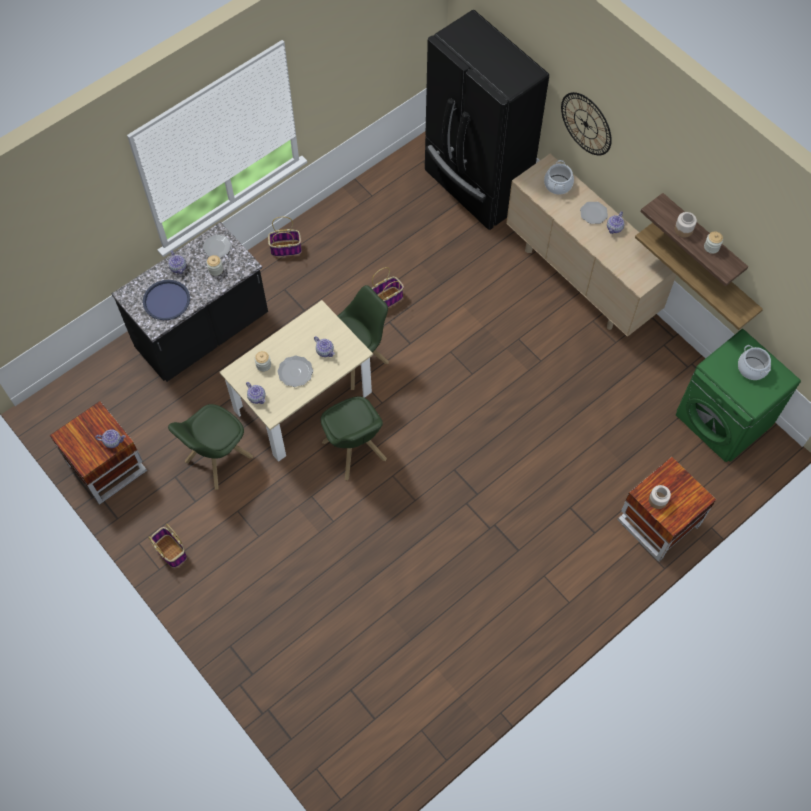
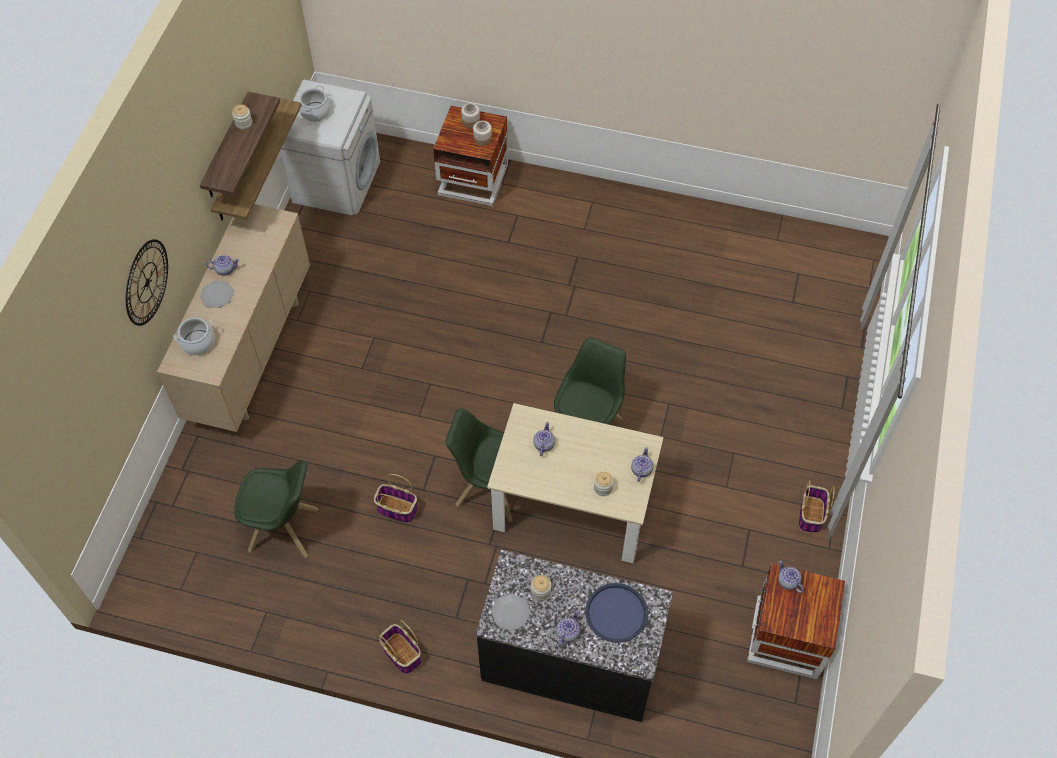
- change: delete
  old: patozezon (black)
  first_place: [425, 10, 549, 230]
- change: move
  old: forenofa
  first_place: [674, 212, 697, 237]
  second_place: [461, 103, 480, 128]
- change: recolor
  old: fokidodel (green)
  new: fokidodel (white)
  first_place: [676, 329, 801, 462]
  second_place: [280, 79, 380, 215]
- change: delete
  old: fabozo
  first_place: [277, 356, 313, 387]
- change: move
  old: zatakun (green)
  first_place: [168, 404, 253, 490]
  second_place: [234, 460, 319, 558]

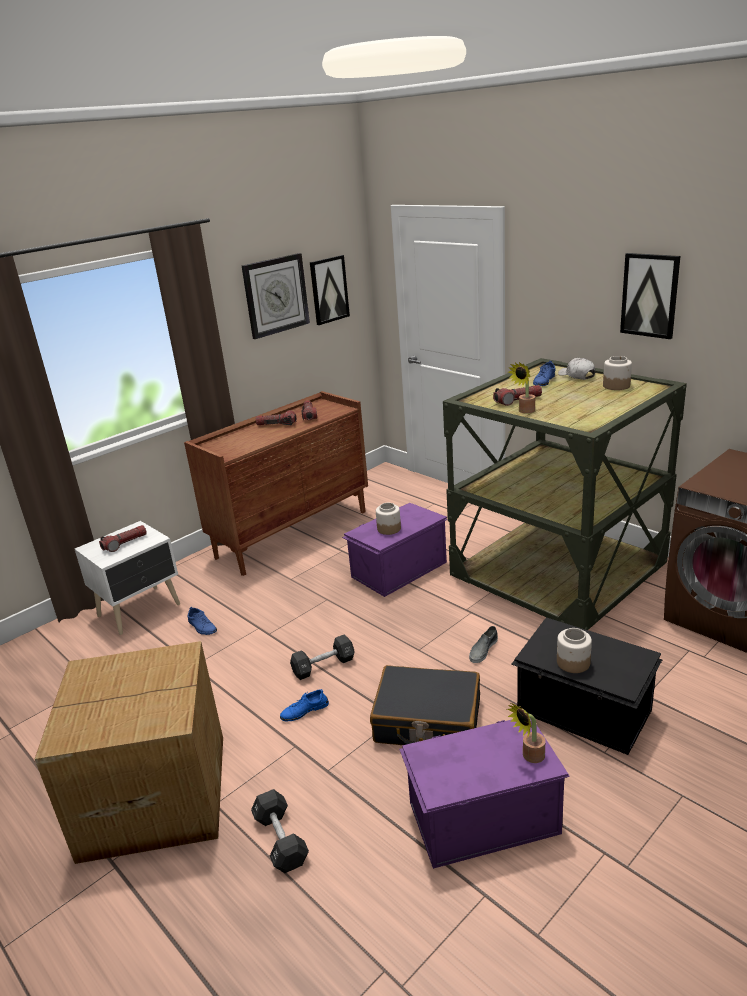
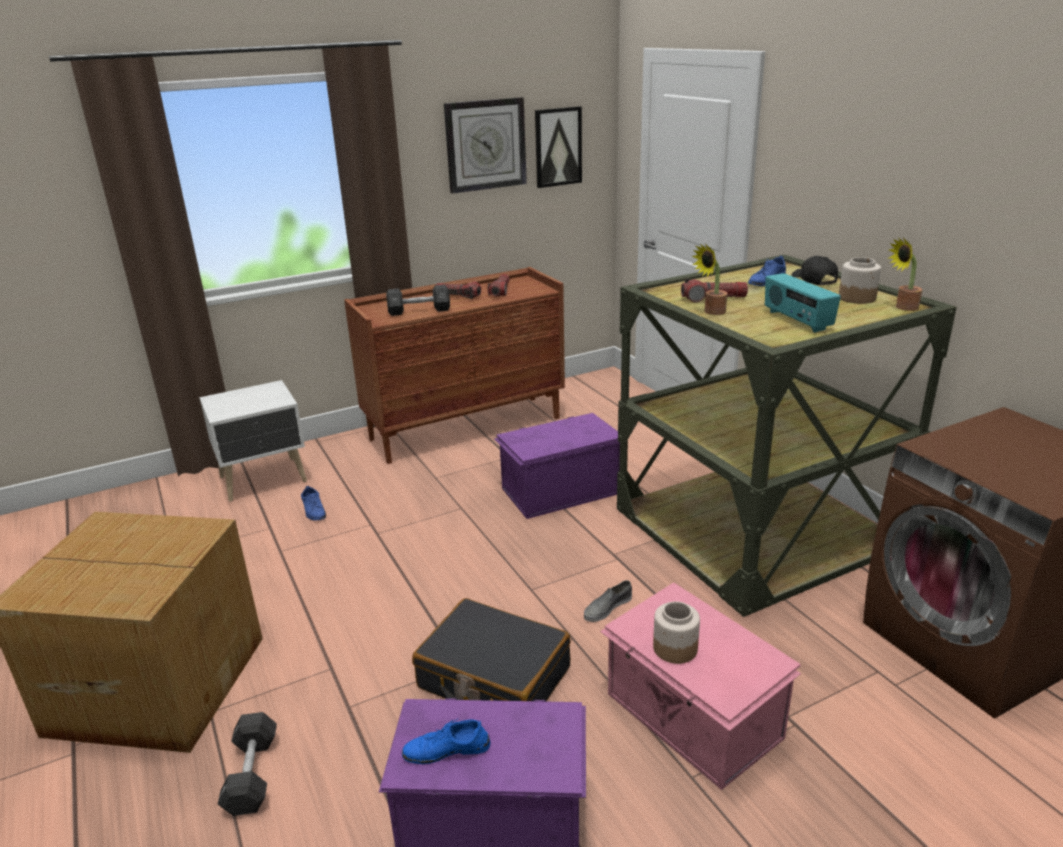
- change: delete
  old: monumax
  first_place: [620, 253, 680, 339]
- change: recolor
  old: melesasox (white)
  new: melesasox (black)
  first_place: [558, 358, 595, 380]
  second_place: [791, 256, 838, 285]
- change: delete
  old: forenofa
  first_place: [376, 503, 401, 535]
- change: delete
  old: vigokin
  first_place: [99, 525, 147, 552]
- change: recolor
  old: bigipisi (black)
  new: bigipisi (pink)
  first_place: [511, 617, 662, 755]
  second_place: [600, 583, 801, 790]
- change: move
  old: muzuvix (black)
  first_place: [290, 635, 355, 680]
  second_place: [386, 285, 450, 316]
- change: move
  old: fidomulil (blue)
  first_place: [280, 689, 329, 721]
  second_place: [402, 719, 490, 764]
- change: move
  old: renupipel
  first_place: [507, 703, 545, 763]
  second_place: [889, 238, 922, 311]
- change: insert
  new: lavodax
  second_place: [765, 273, 841, 333]

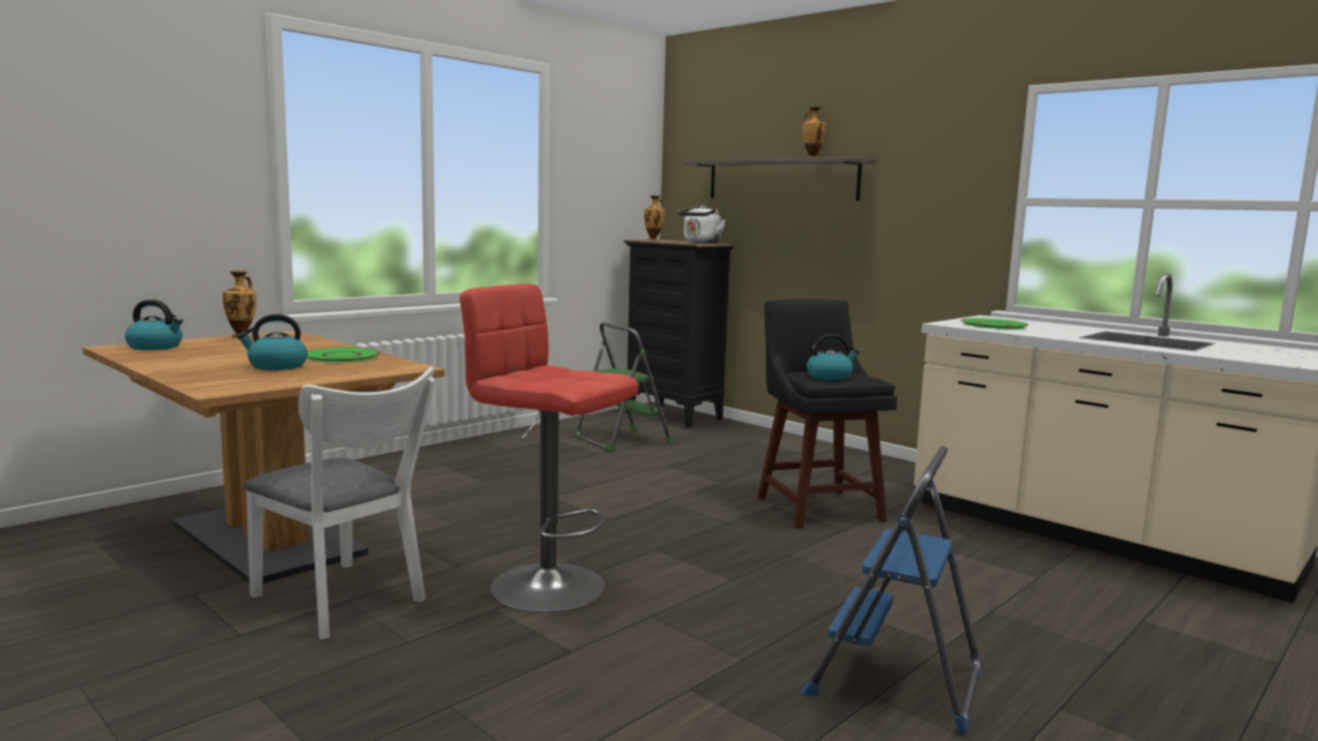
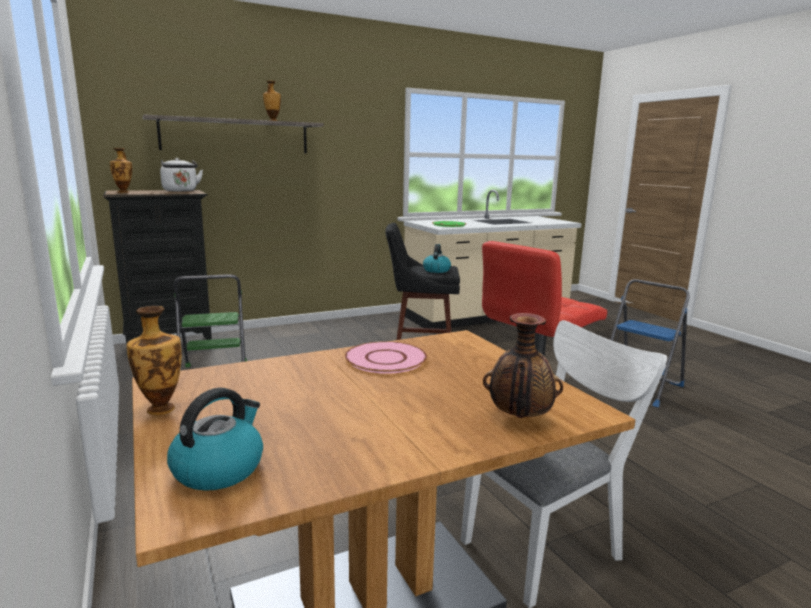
- change: delete
  old: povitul
  first_place: [237, 314, 308, 370]
- change: recolor
  old: fabozo (green)
  new: fabozo (pink)
  first_place: [306, 347, 380, 362]
  second_place: [345, 341, 427, 374]
- change: insert
  new: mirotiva
  second_place: [483, 313, 563, 418]

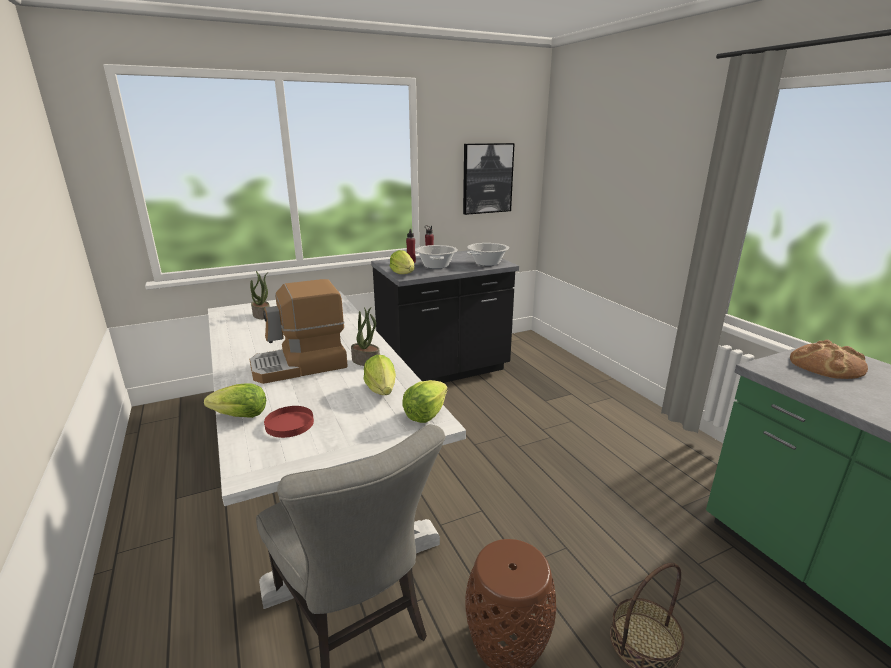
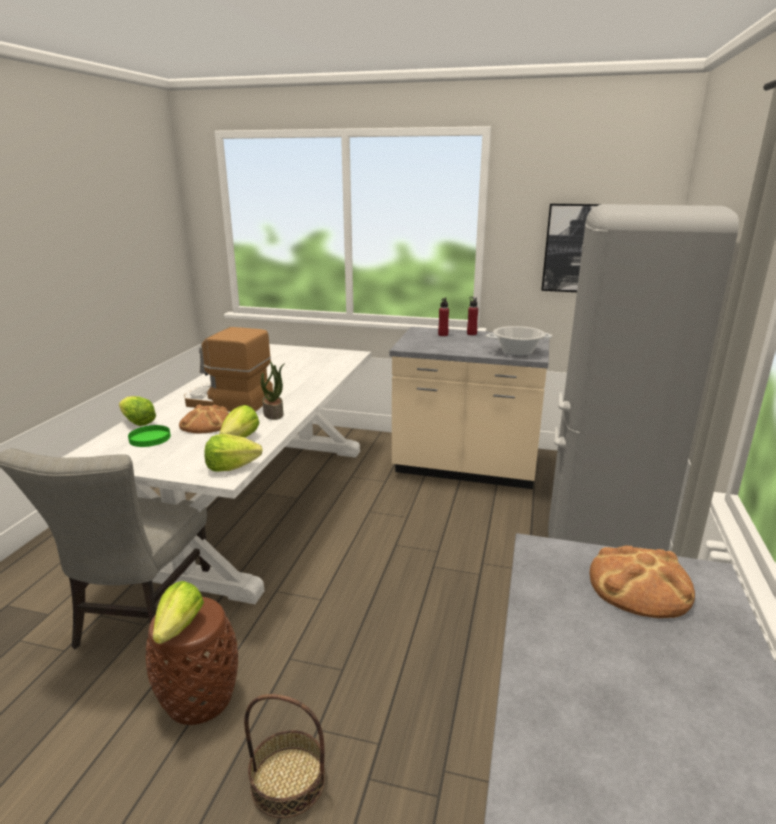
- change: delete
  old: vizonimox
  first_place: [415, 245, 458, 269]
- change: recolor
  old: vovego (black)
  new: vovego (beige)
  first_place: [371, 250, 519, 383]
  second_place: [389, 327, 549, 489]
- change: move
  old: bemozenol
  first_place: [390, 250, 414, 274]
  second_place: [153, 581, 204, 644]
- change: delete
  old: renupipel
  first_place: [250, 271, 270, 319]
- change: recolor
  old: fabozo (red)
  new: fabozo (green)
  first_place: [264, 406, 314, 438]
  second_place: [128, 425, 171, 447]
- change: insert
  new: patozezon (grey)
  second_place: [548, 204, 739, 551]
- change: insert
  new: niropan
  second_place: [179, 405, 229, 434]

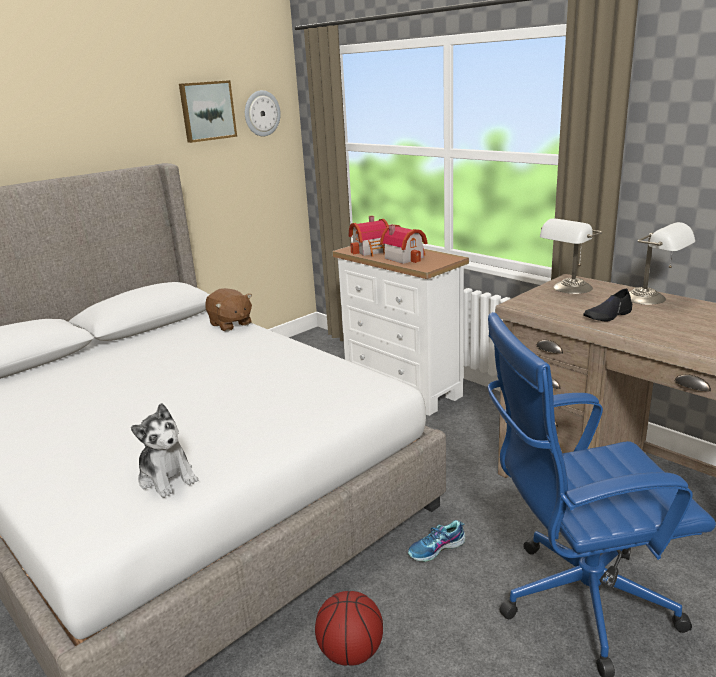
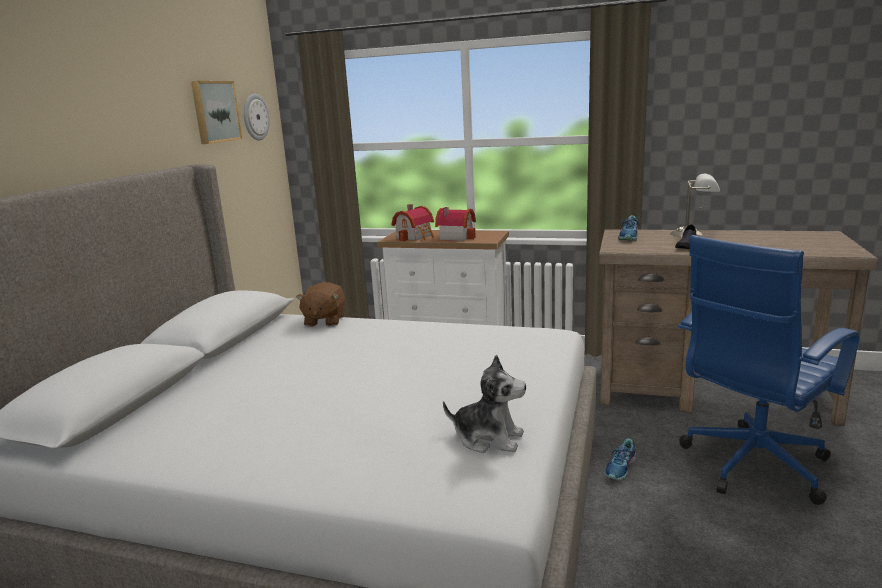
- change: replace
  old: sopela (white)
  new: fidomulil
  first_place: [540, 218, 602, 294]
  second_place: [618, 215, 640, 241]
- change: rotate
  old: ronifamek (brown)
  first_place: [205, 288, 252, 331]
  second_place: [296, 282, 345, 327]
  degrees: 75
- change: delete
  old: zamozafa
  first_place: [315, 591, 383, 666]

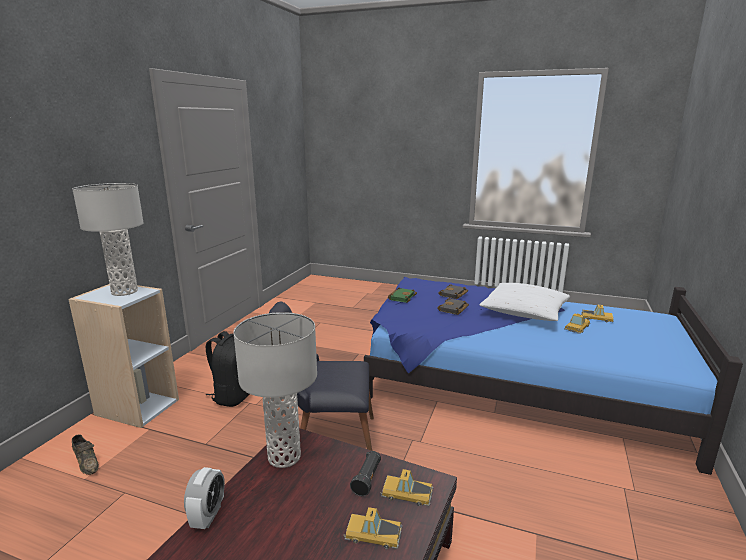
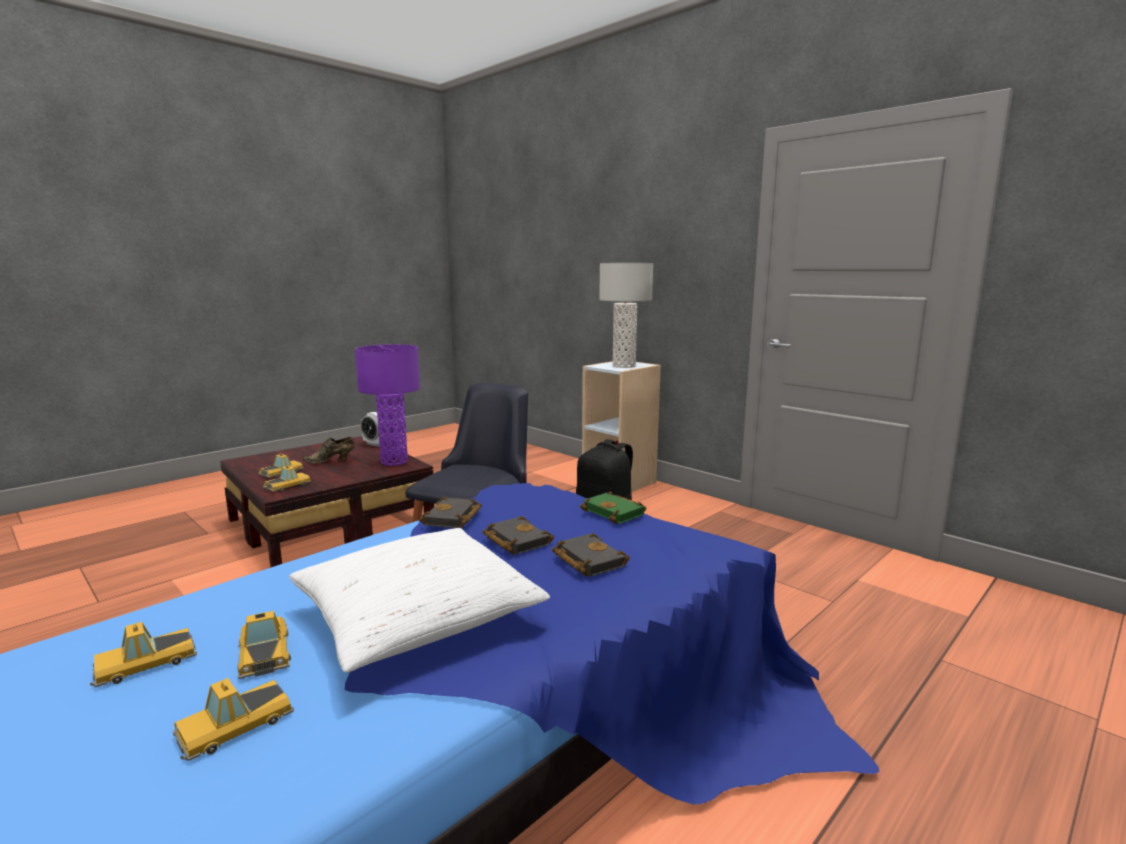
- change: recolor
  old: sopela (white)
  new: sopela (purple)
  first_place: [234, 312, 317, 468]
  second_place: [355, 344, 420, 466]
- change: move
  old: fidomulil (brown)
  first_place: [72, 434, 99, 475]
  second_place: [302, 437, 355, 464]
- change: delete
  old: vigokin (black)
  first_place: [350, 451, 381, 496]
- change: insert
  new: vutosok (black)
  second_place: [419, 496, 482, 528]
- change: insert
  new: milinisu
  second_place: [90, 622, 197, 687]

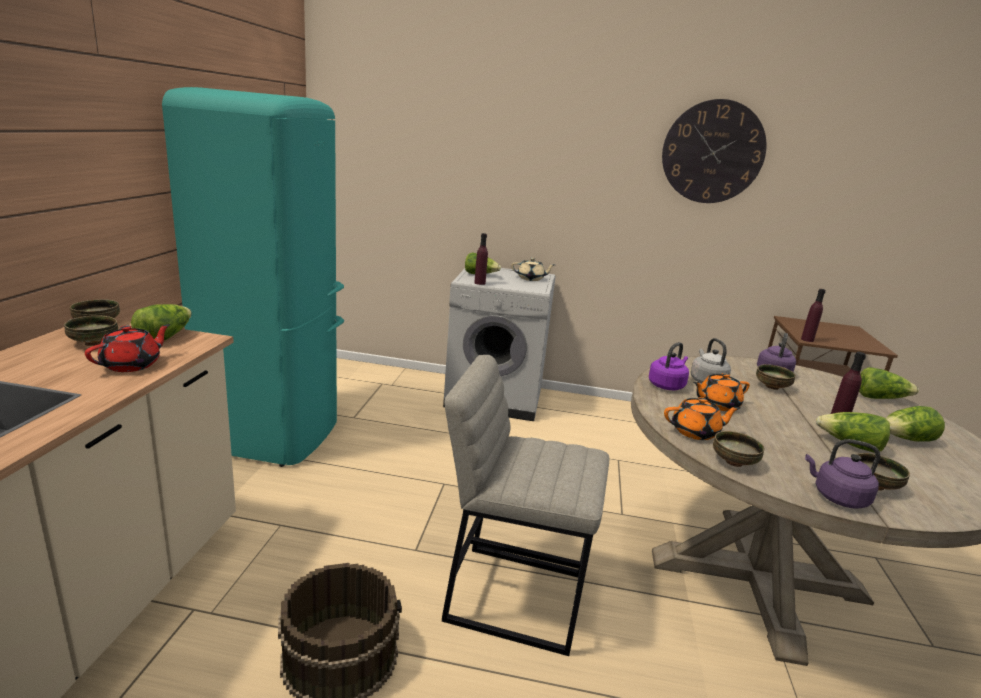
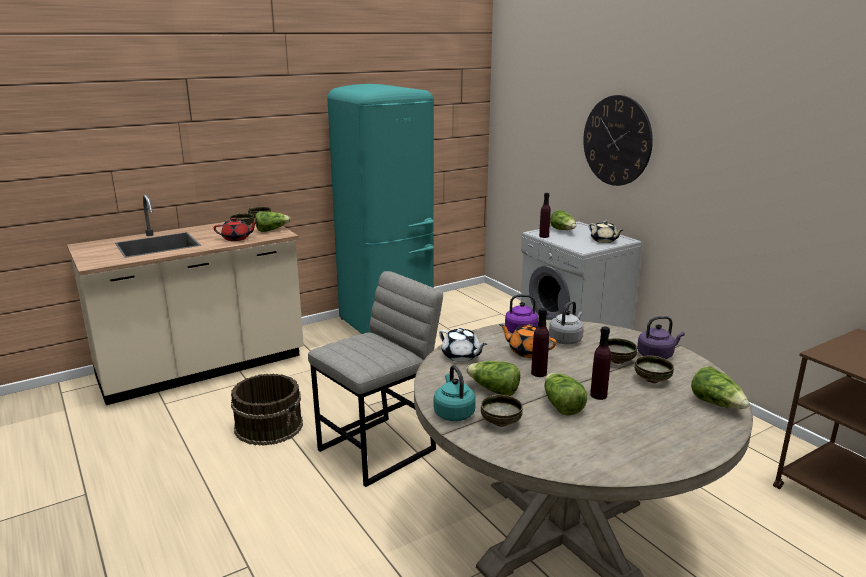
- change: move
  old: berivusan
  first_place: [662, 99, 767, 203]
  second_place: [583, 95, 653, 186]
- change: move
  old: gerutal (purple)
  first_place: [801, 289, 826, 342]
  second_place: [531, 308, 549, 377]
- change: rotate
  old: zatakun (grey)
  first_place: [442, 355, 609, 656]
  second_place: [308, 271, 443, 487]
  degrees: 75
- change: recolor
  old: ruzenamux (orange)
  new: ruzenamux (white)
  first_place: [664, 397, 740, 440]
  second_place: [439, 328, 487, 362]
- change: move
  old: bemozenol
  first_place: [886, 406, 945, 442]
  second_place: [466, 361, 520, 396]
- change: move
  old: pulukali
  first_place: [713, 431, 765, 467]
  second_place: [635, 355, 674, 383]
- change: recolor
  old: povitul (purple)
  new: povitul (turquoise)
  first_place: [805, 439, 880, 509]
  second_place: [434, 365, 476, 421]

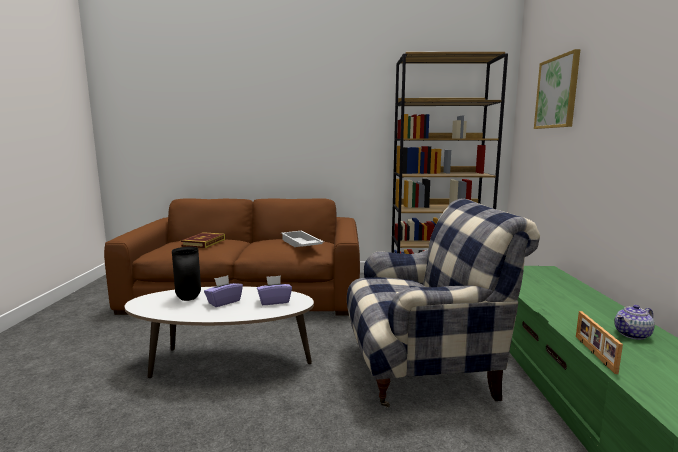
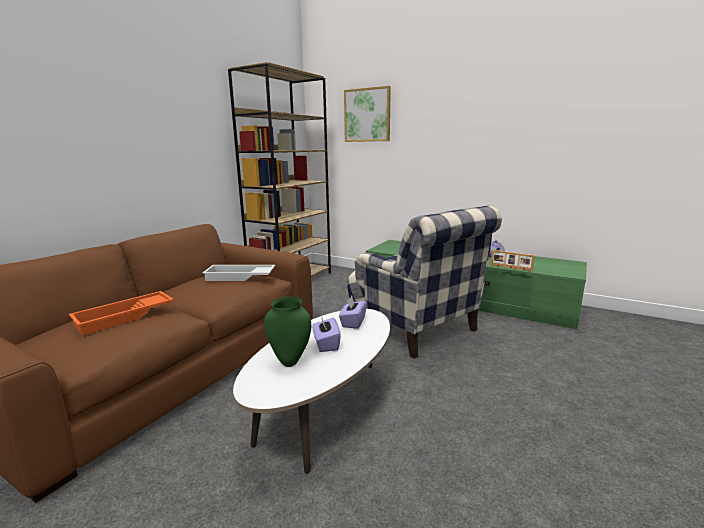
- change: rotate
  old: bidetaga
  first_place: [347, 199, 540, 407]
  second_place: [347, 205, 502, 358]
  degrees: 120
- change: replace
  old: vutosok
  new: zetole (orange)
  first_place: [181, 232, 225, 248]
  second_place: [69, 291, 174, 336]
- change: recolor
  old: mirotiva (black)
  new: mirotiva (green)
  first_place: [172, 247, 201, 301]
  second_place: [264, 297, 311, 367]

